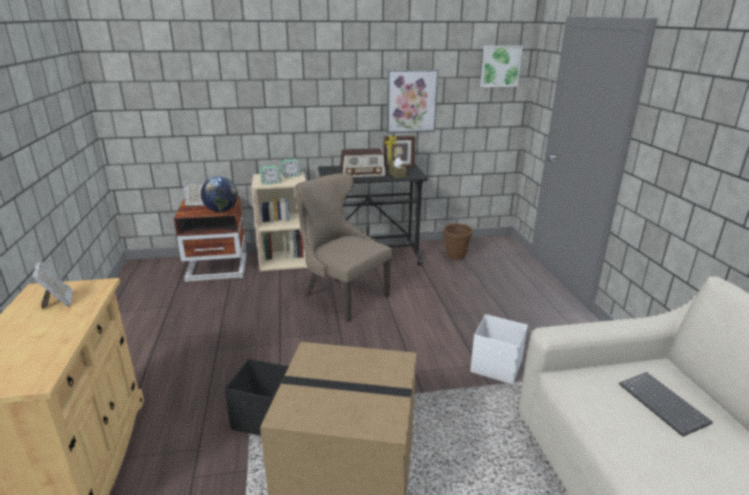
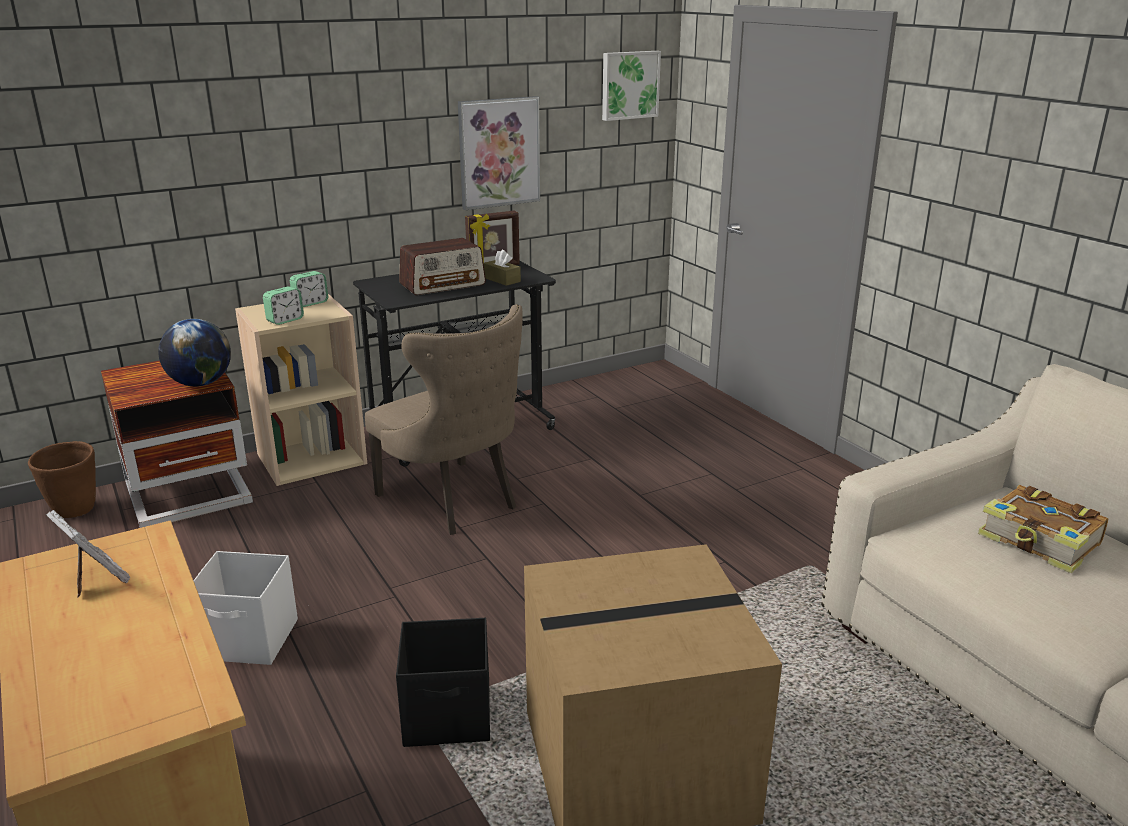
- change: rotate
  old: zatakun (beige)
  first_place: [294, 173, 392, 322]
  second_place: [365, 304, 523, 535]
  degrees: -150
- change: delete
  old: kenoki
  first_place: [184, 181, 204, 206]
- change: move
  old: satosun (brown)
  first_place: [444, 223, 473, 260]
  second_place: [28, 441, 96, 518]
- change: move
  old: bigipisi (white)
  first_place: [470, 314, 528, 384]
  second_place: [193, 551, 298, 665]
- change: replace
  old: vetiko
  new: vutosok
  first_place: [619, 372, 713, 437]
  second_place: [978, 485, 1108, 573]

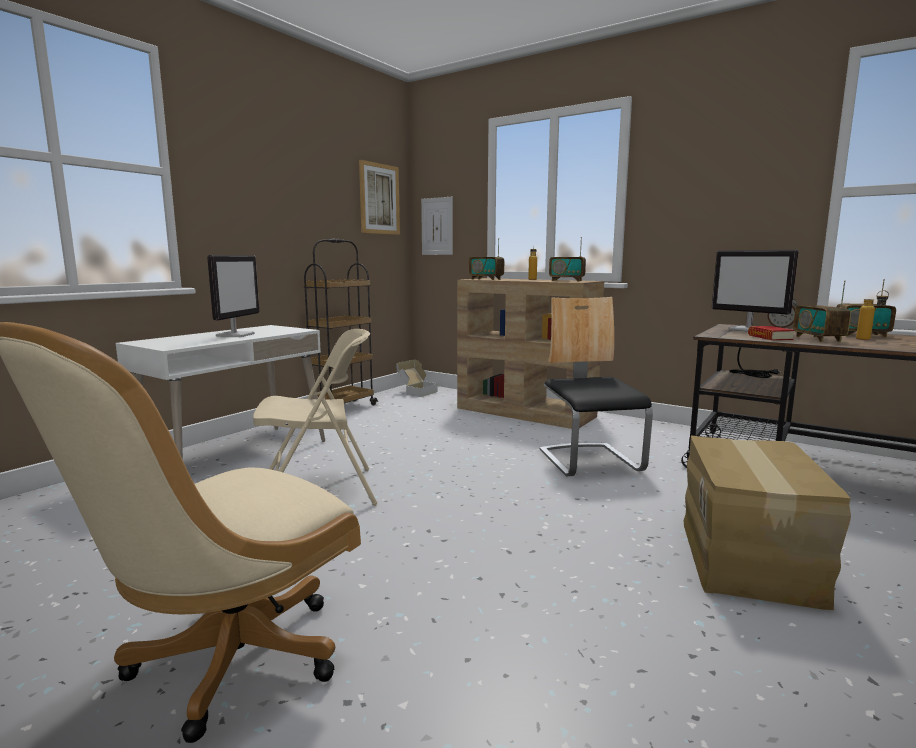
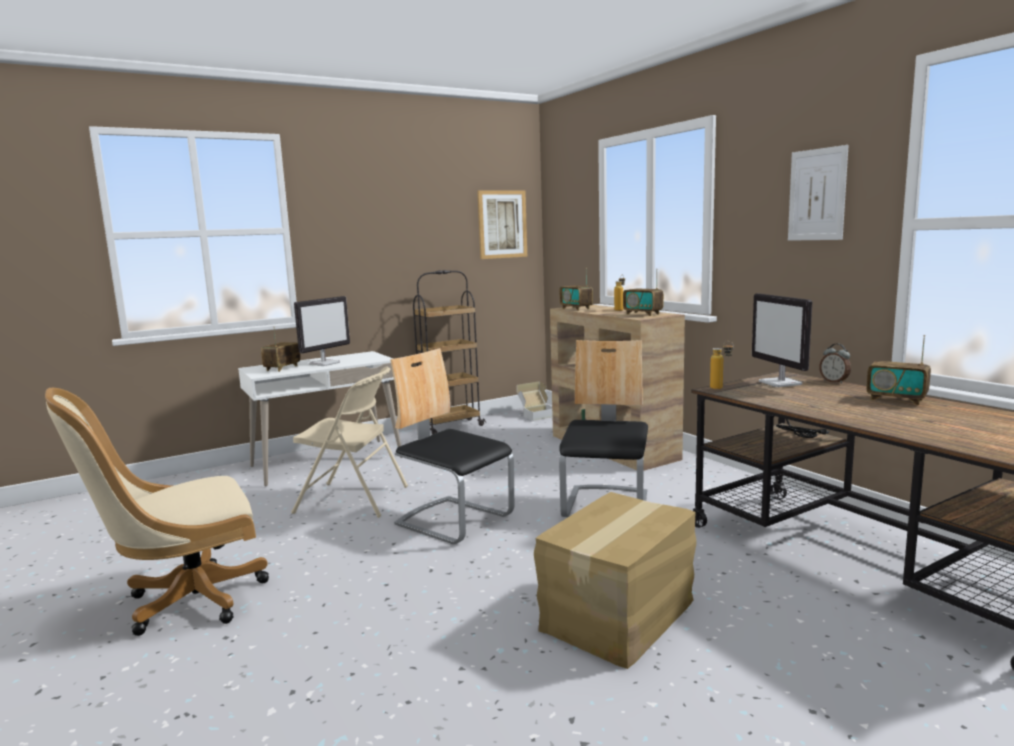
- change: move
  old: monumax
  first_place: [421, 197, 453, 255]
  second_place: [788, 145, 849, 241]
- change: move
  old: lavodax
  first_place: [793, 281, 851, 342]
  second_place: [261, 326, 301, 372]
- change: move
  old: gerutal
  first_place: [856, 290, 889, 340]
  second_place: [710, 341, 734, 389]
- change: delete
  old: vutosok
  first_place: [748, 326, 795, 340]
- change: insert
  new: zatakun
  second_place: [390, 348, 514, 544]

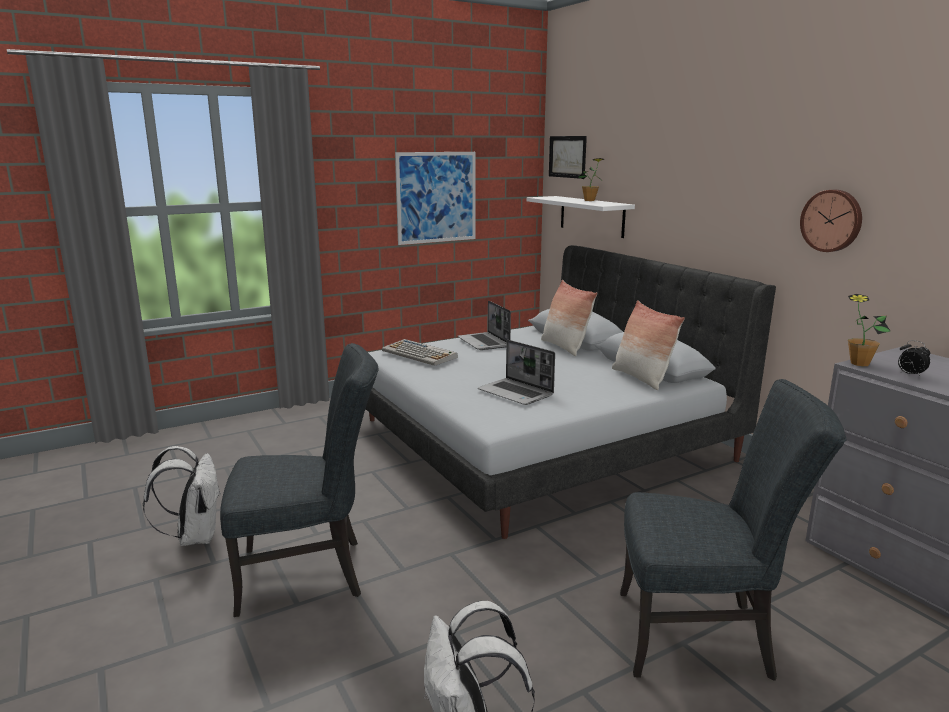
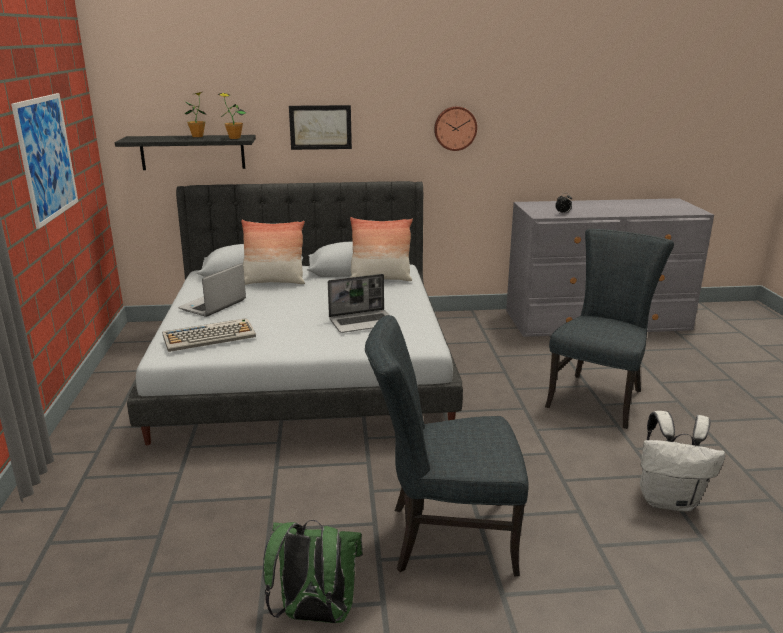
- change: move
  old: monumax
  first_place: [549, 136, 587, 179]
  second_place: [289, 105, 352, 150]
- change: recolor
  old: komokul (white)
  new: komokul (black)
  first_place: [527, 196, 635, 238]
  second_place: [115, 135, 256, 170]
- change: move
  old: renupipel
  first_place: [848, 294, 890, 366]
  second_place: [218, 93, 246, 139]
- change: rotate
  old: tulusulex
  first_place: [457, 301, 511, 350]
  second_place: [178, 263, 246, 317]
  degrees: 120
- change: rotate
  old: zatakun (grey)
  first_place: [220, 343, 379, 617]
  second_place: [365, 315, 529, 576]
  degrees: -105
- change: recolor
  old: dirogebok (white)
  new: dirogebok (green)
  first_place: [143, 446, 221, 546]
  second_place: [263, 520, 363, 623]

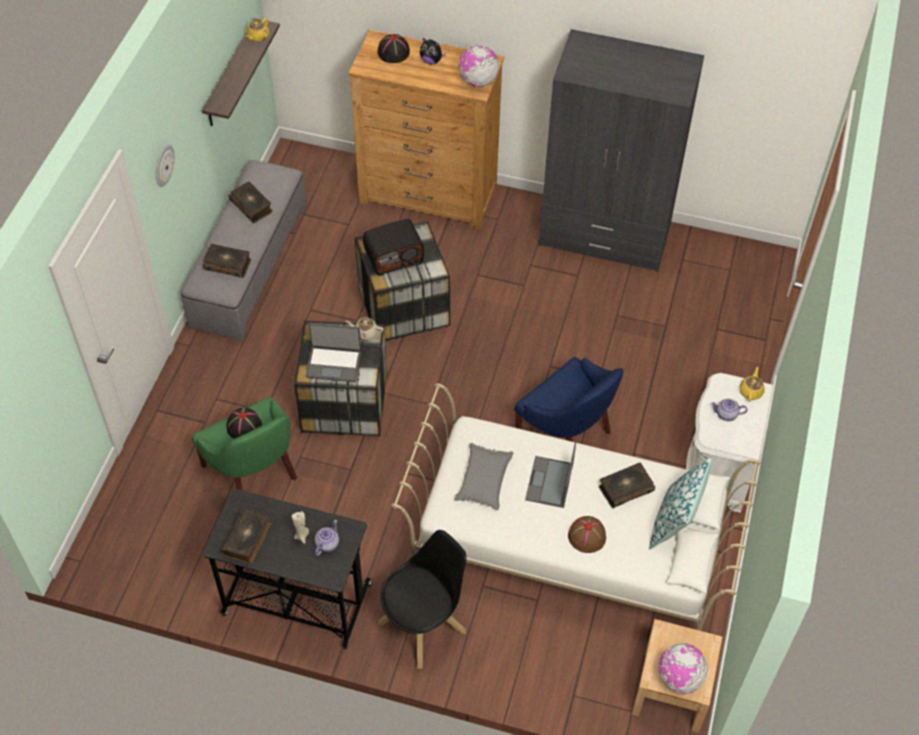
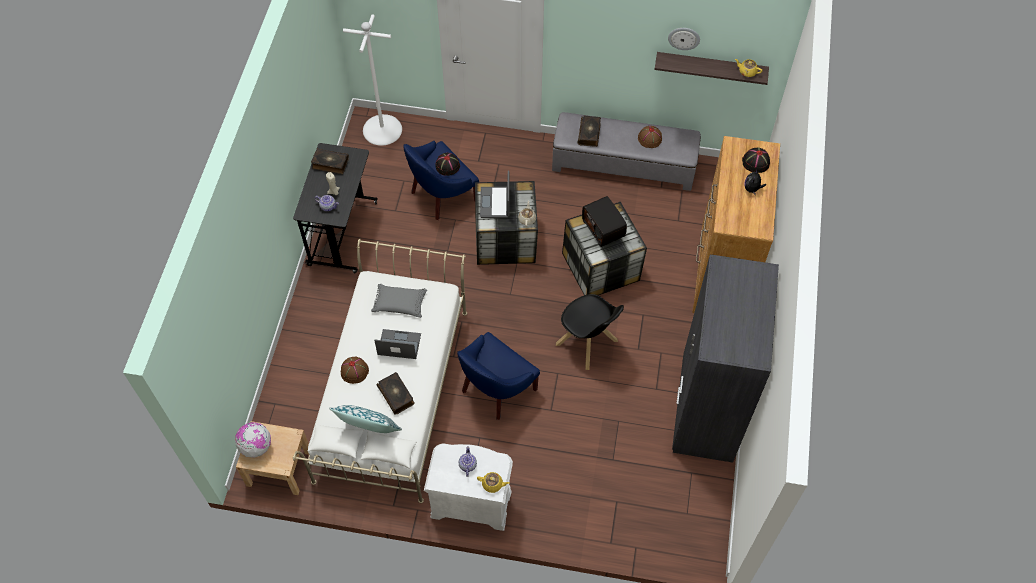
- change: delete
  old: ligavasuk
  first_place: [458, 46, 499, 87]
- change: move
  old: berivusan
  first_place: [156, 145, 175, 187]
  second_place: [668, 28, 700, 50]
- change: replace
  old: vutosok
  new: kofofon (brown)
  first_place: [229, 182, 273, 223]
  second_place: [638, 126, 662, 148]
- change: recolor
  old: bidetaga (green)
  new: bidetaga (blue)
  first_place: [192, 397, 297, 491]
  second_place: [403, 141, 479, 220]
- change: move
  old: zatakun (black)
  first_place: [377, 530, 467, 669]
  second_place: [556, 294, 624, 370]
- change: insert
  new: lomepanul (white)
  second_place: [343, 14, 402, 146]

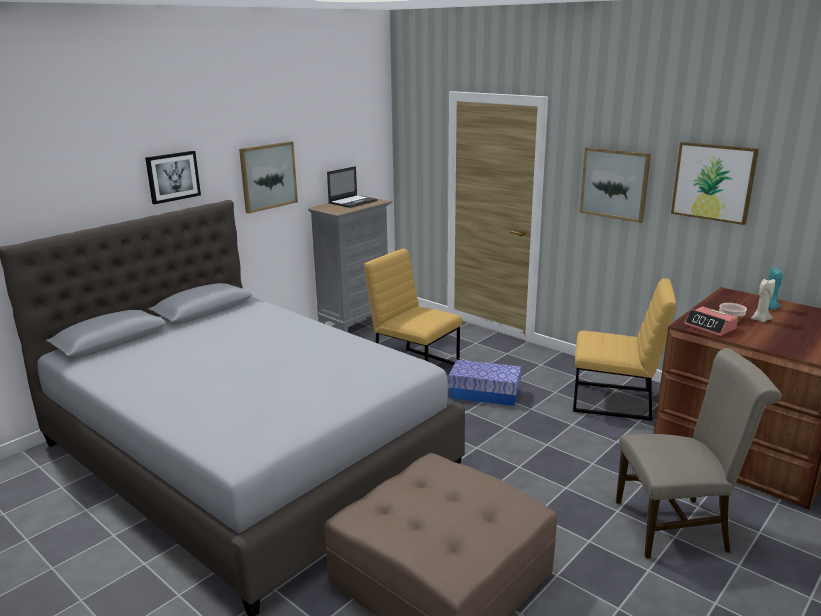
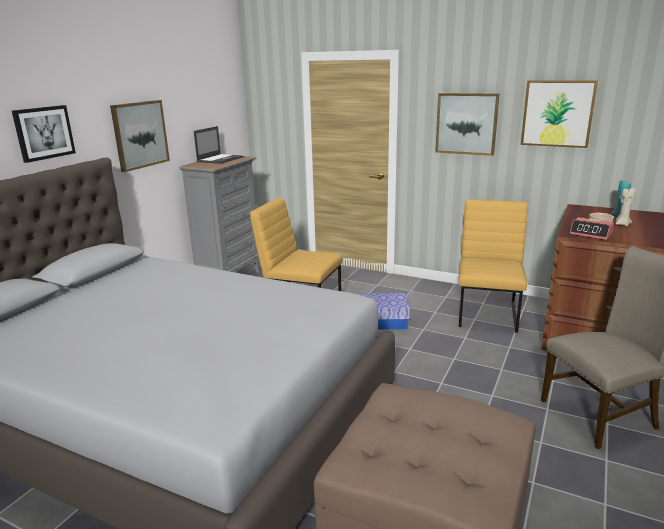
- change: rotate
  old: zatakun (yellow)
  first_place: [573, 278, 677, 421]
  second_place: [458, 199, 528, 333]
  degrees: -75

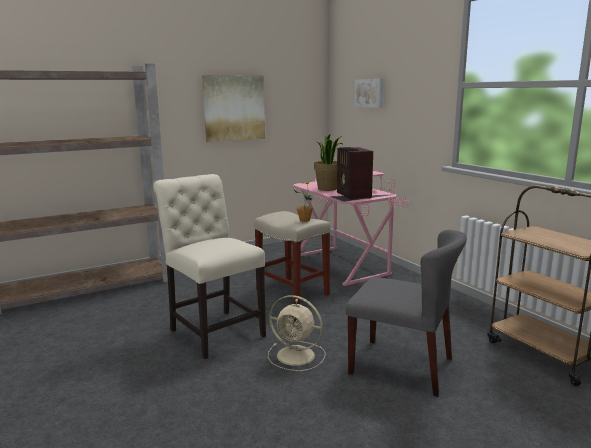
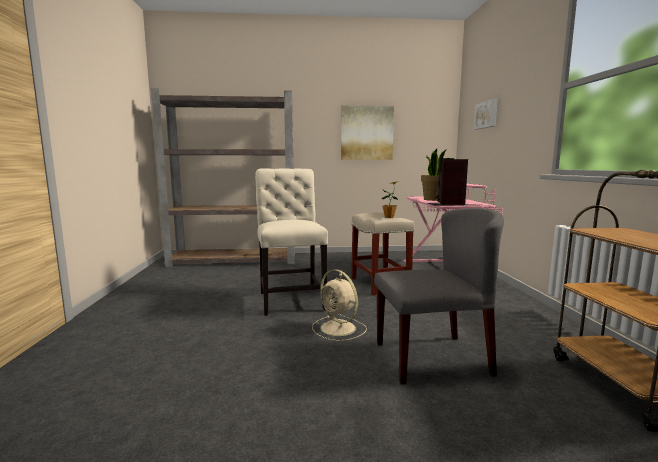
- change: rotate
  old: zatakun (grey)
  first_place: [346, 230, 467, 397]
  second_place: [374, 208, 504, 384]
  degrees: -60

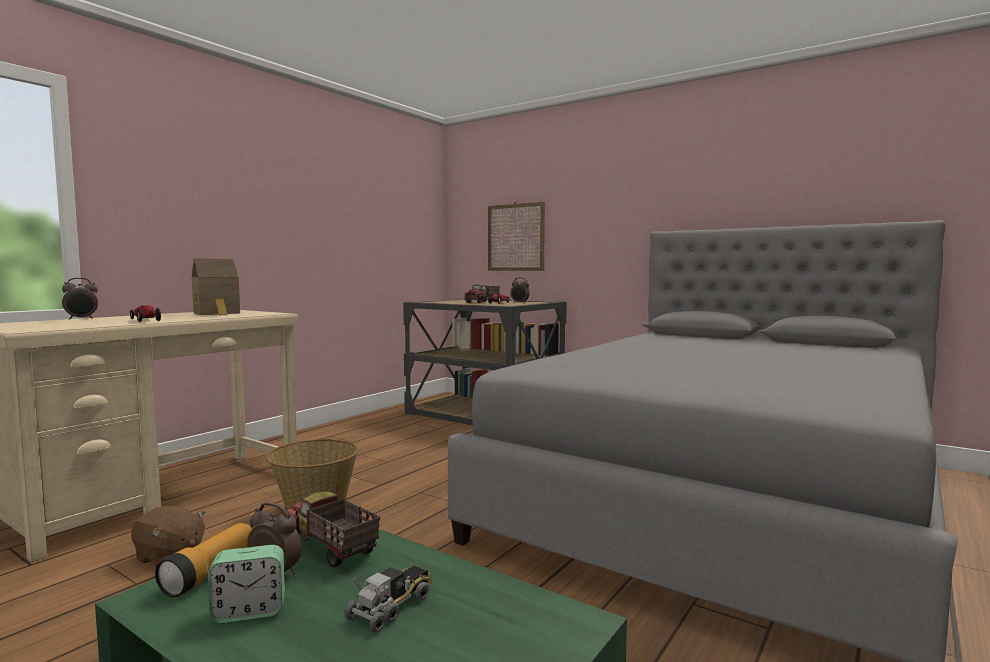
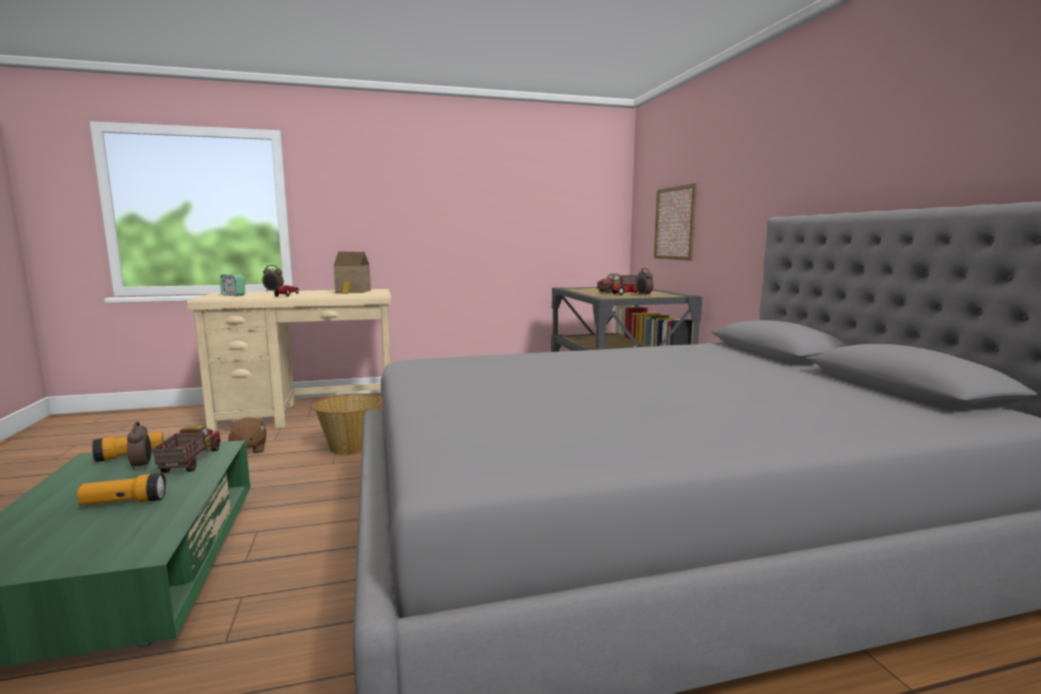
- change: move
  old: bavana
  first_place: [208, 545, 285, 624]
  second_place: [220, 274, 245, 296]
- change: replace
  old: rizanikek
  new: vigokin
  first_place: [345, 565, 431, 632]
  second_place: [77, 473, 166, 505]

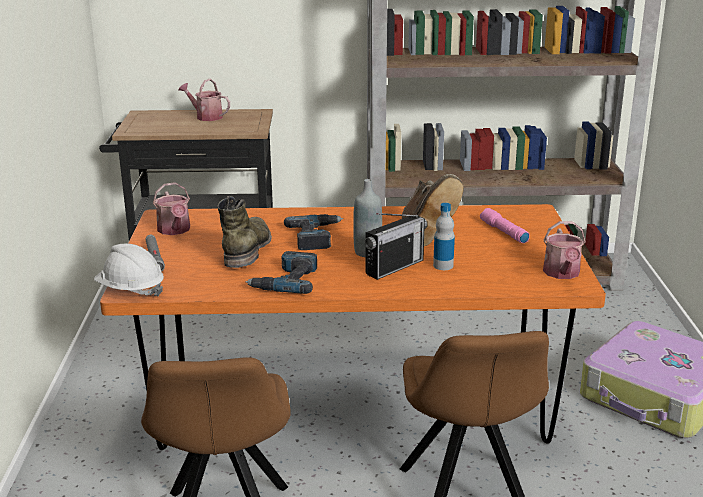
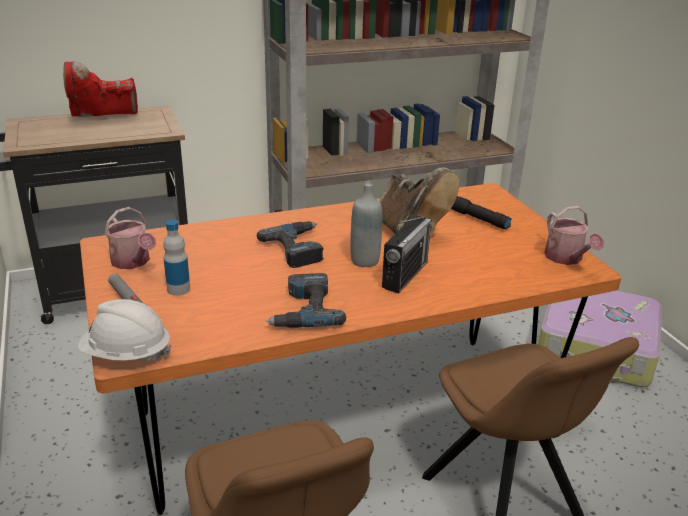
- change: replace
  old: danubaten
  new: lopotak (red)
  first_place: [178, 79, 230, 121]
  second_place: [63, 61, 138, 117]
- change: delete
  old: lopotak (green)
  first_place: [217, 196, 272, 268]
- change: move
  old: gerutal
  first_place: [433, 203, 455, 270]
  second_place: [163, 220, 190, 296]
- change: recolor
  old: vigokin (pink)
  new: vigokin (black)
  first_place: [480, 208, 530, 243]
  second_place: [451, 196, 511, 229]

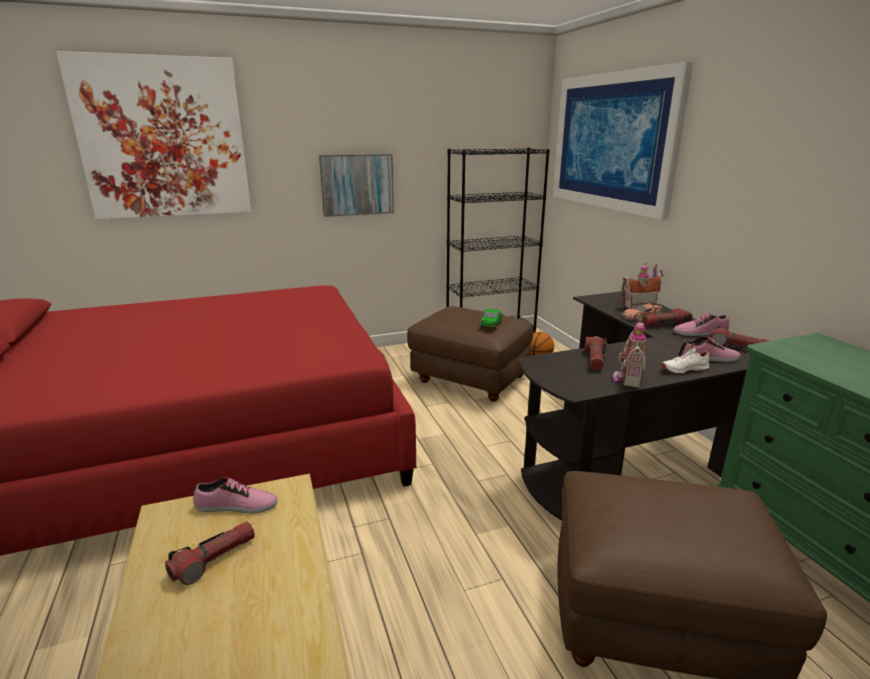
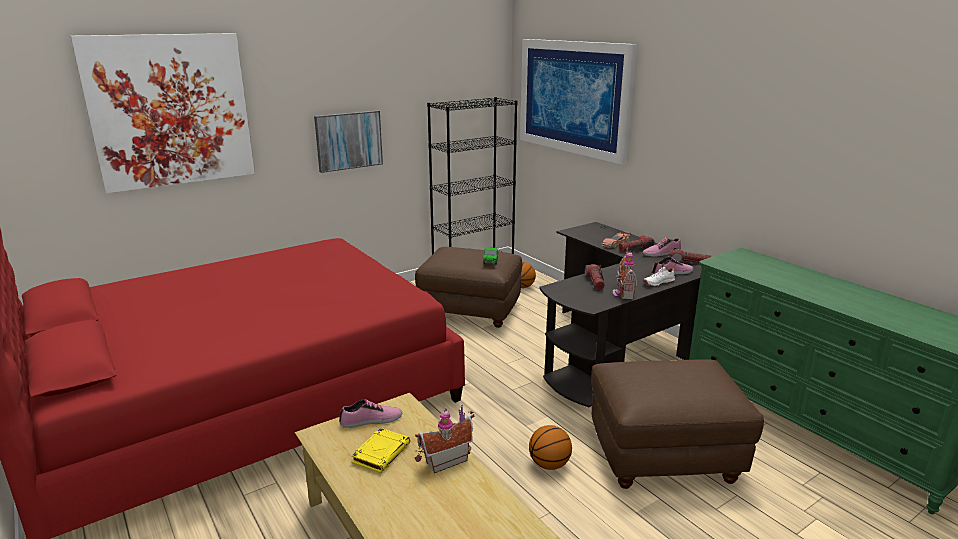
- change: move
  old: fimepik
  first_place: [618, 262, 663, 309]
  second_place: [415, 405, 474, 473]
- change: replace
  old: vigokin
  new: vutosok (yellow)
  first_place: [165, 521, 255, 585]
  second_place: [351, 428, 410, 473]
- change: insert
  new: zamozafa
  second_place: [529, 425, 572, 470]

